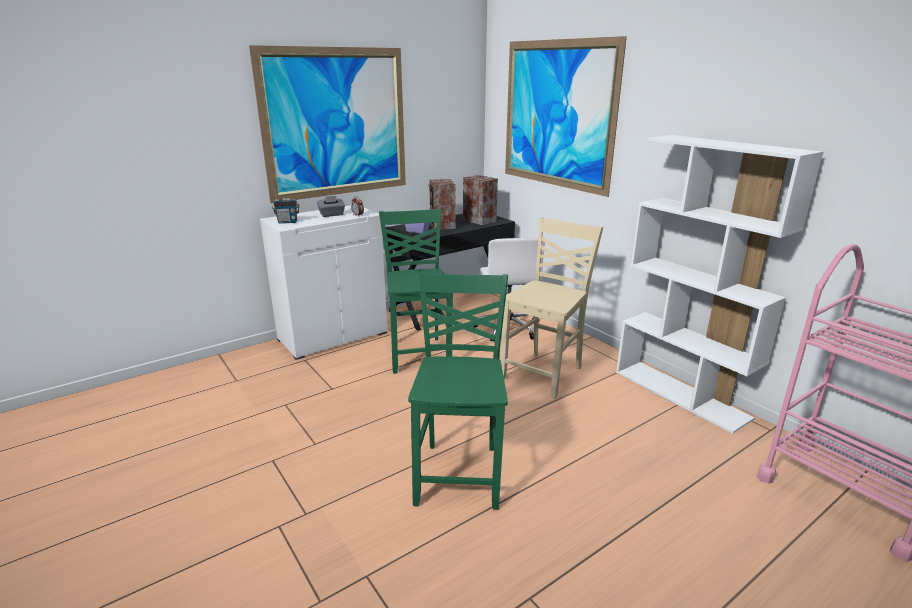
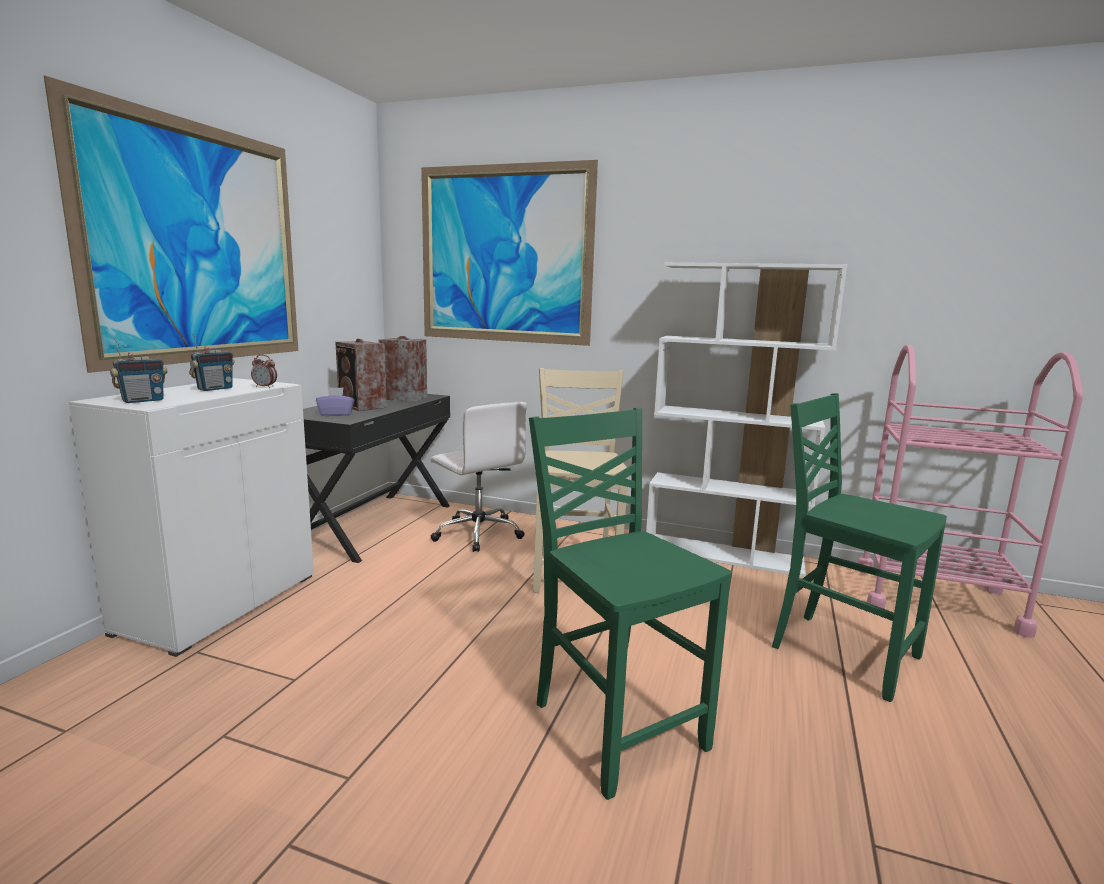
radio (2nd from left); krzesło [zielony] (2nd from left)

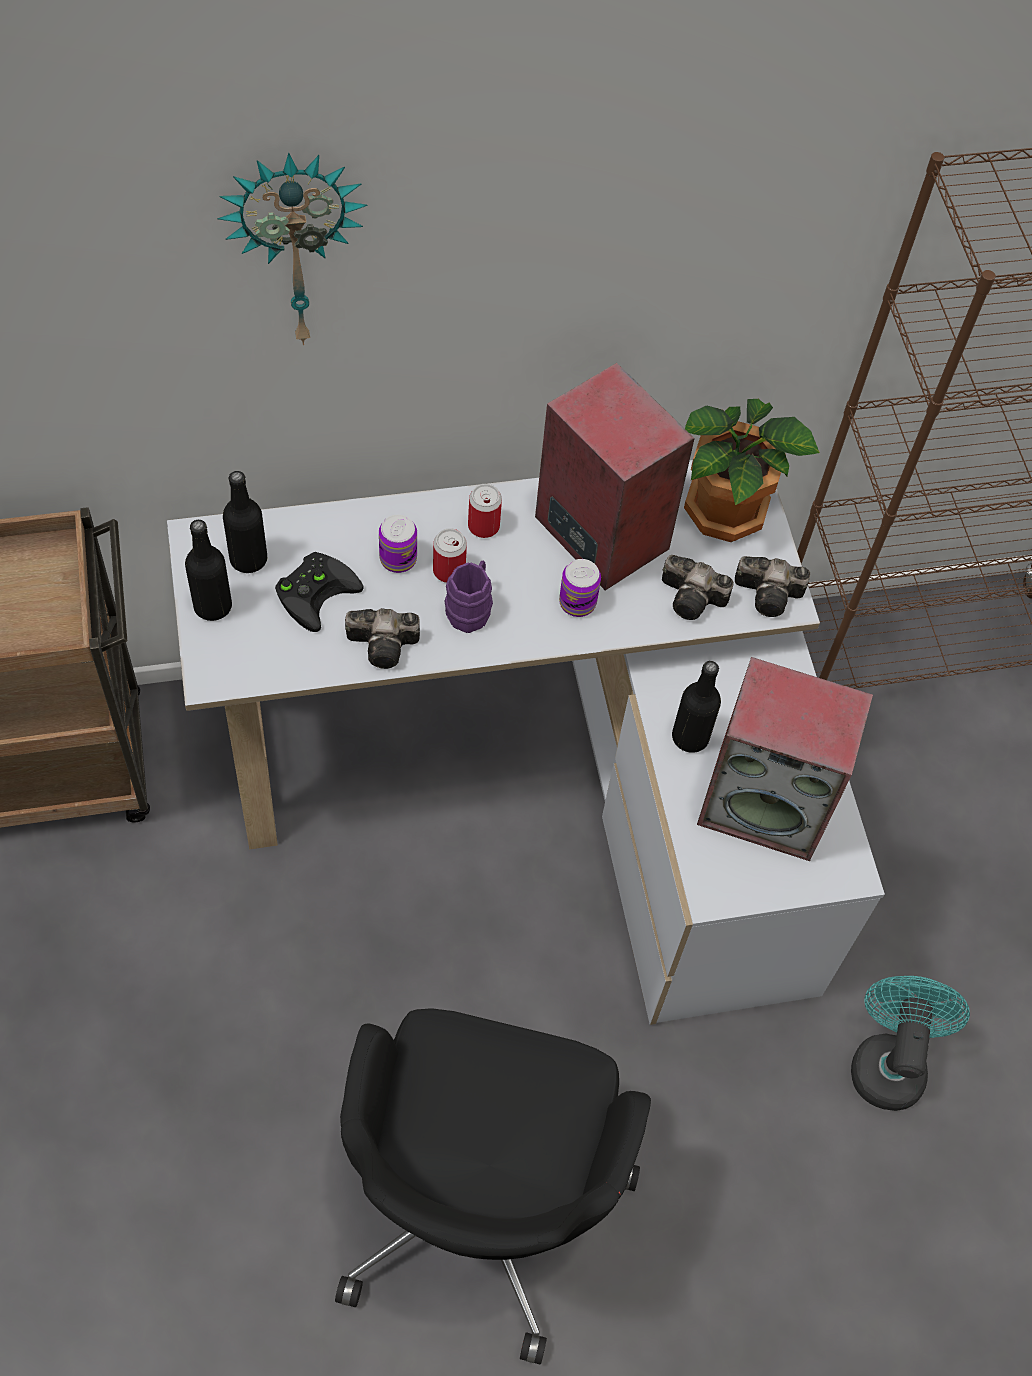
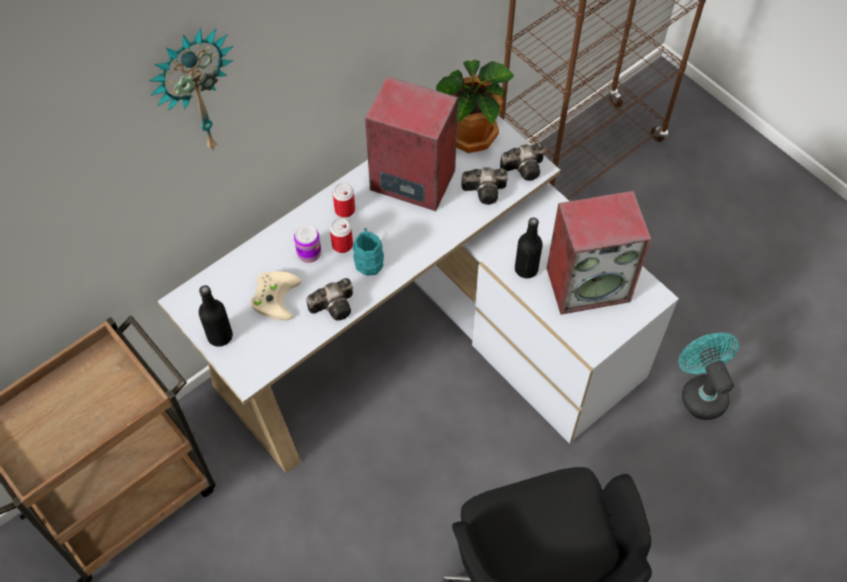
butelka [czarny] (2nd from left in the first image); pad do gier [beżowy]; kubek [turkusowy]; puszka (4th from left in the first image)

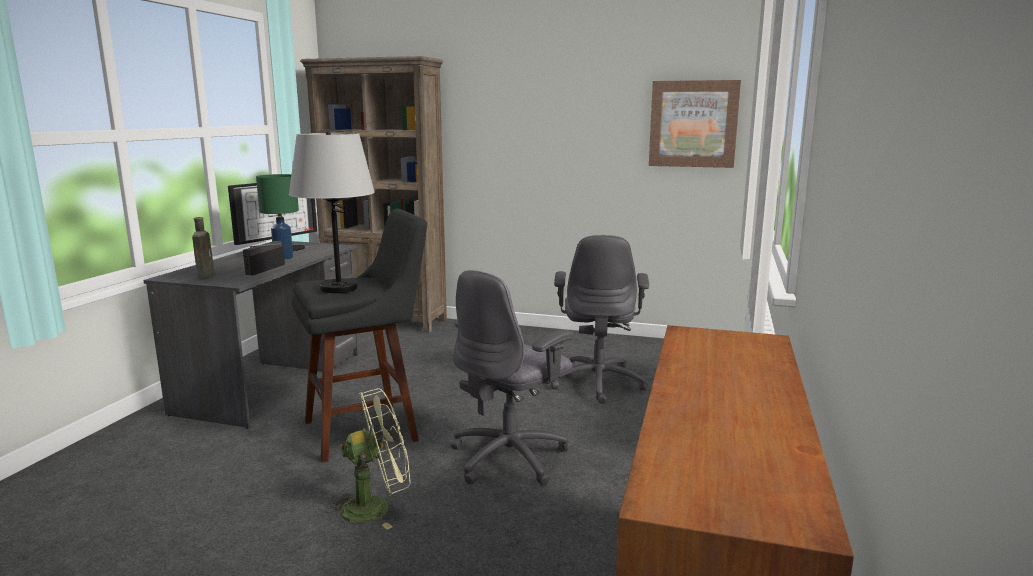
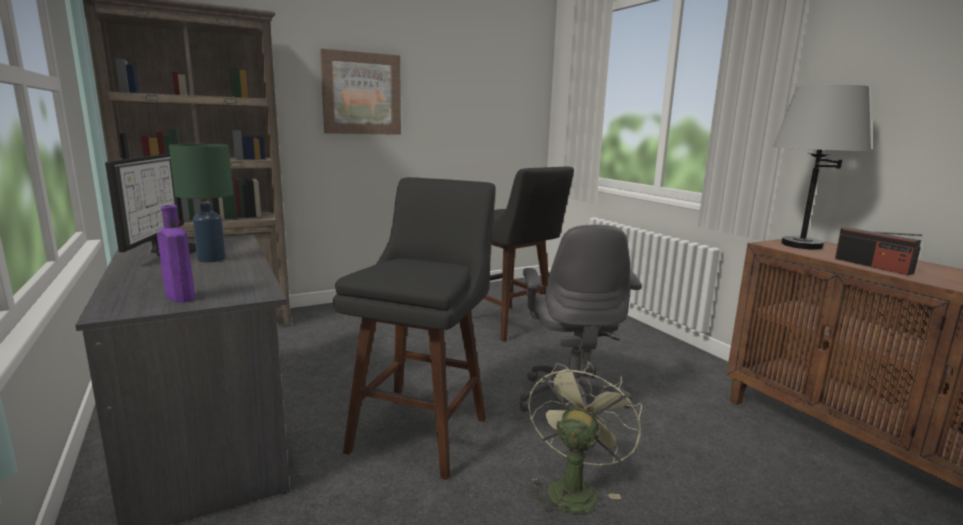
butelka [fioletowy]; radio; lampa stołowa [szary]; stołek [czarny] (2nd from left); obraz

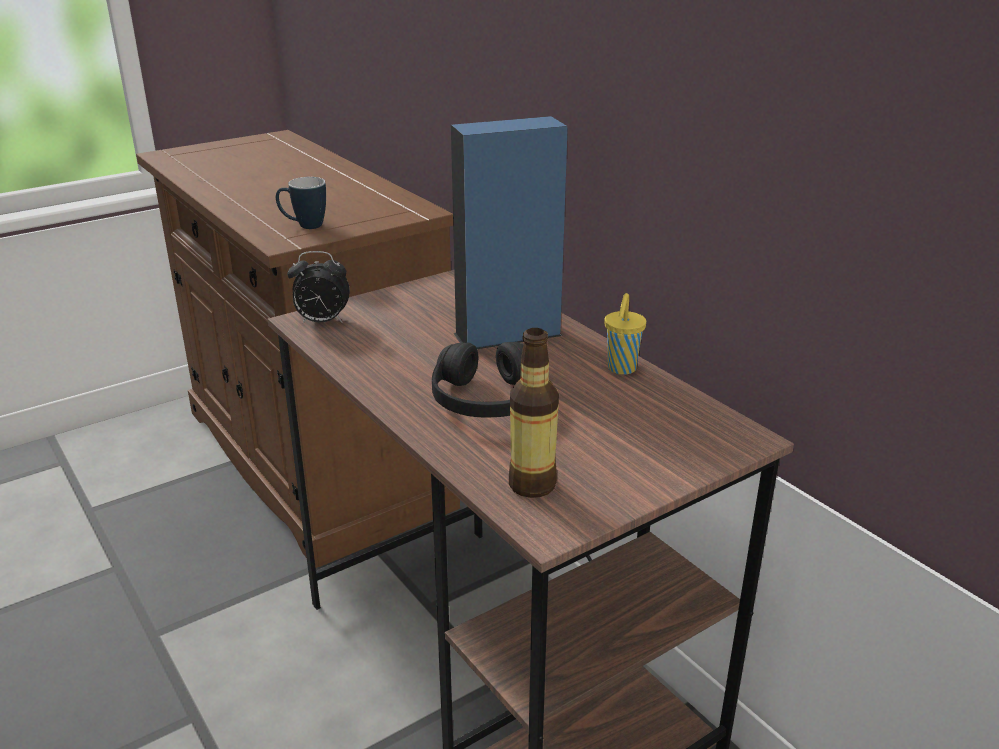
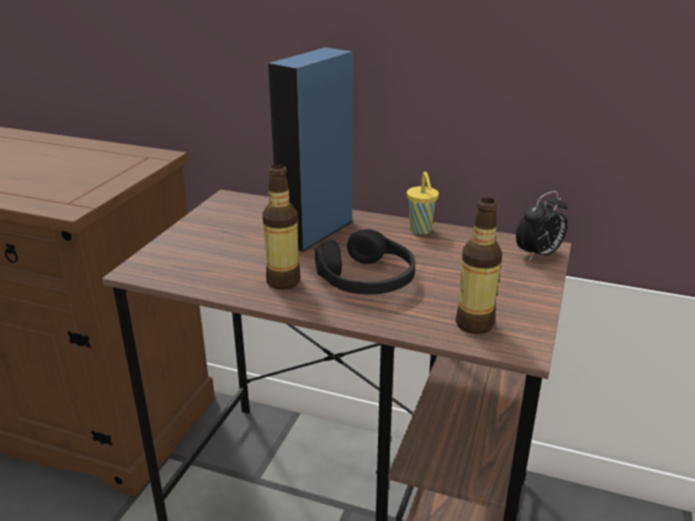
kubek; budzik; butelka (1st from left)

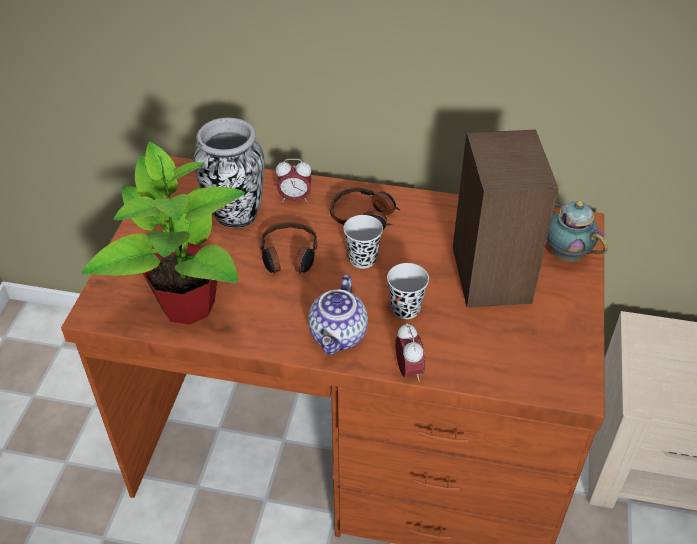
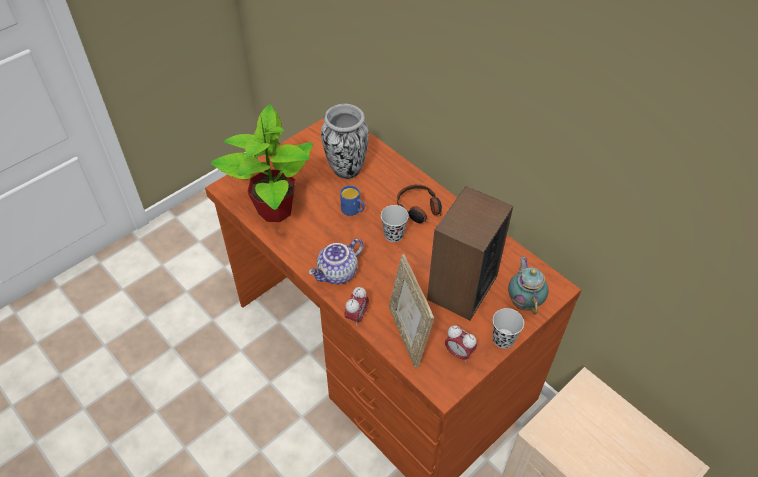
kubek [niebieski]; budzik (2nd from left); filiżanka [czarny] (2nd from left); ramka na zdjęcie

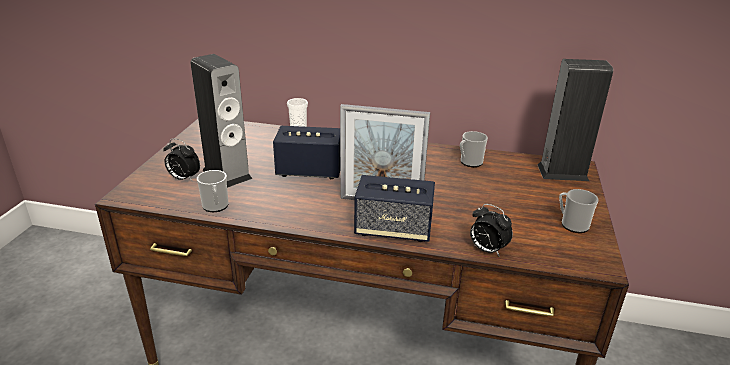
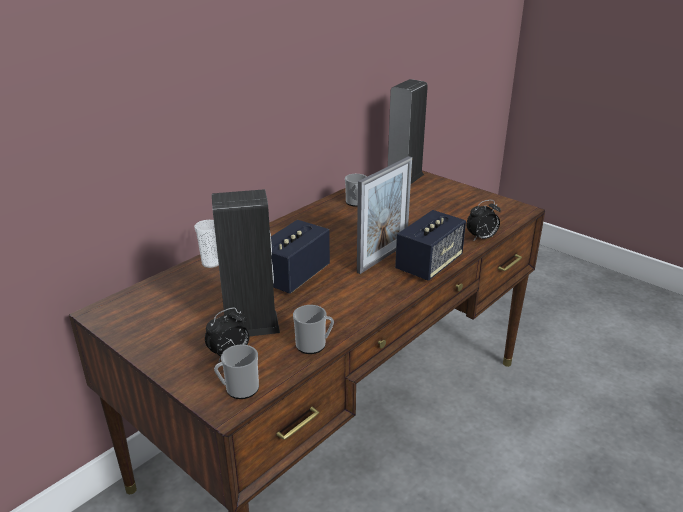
kubek (1st from left)

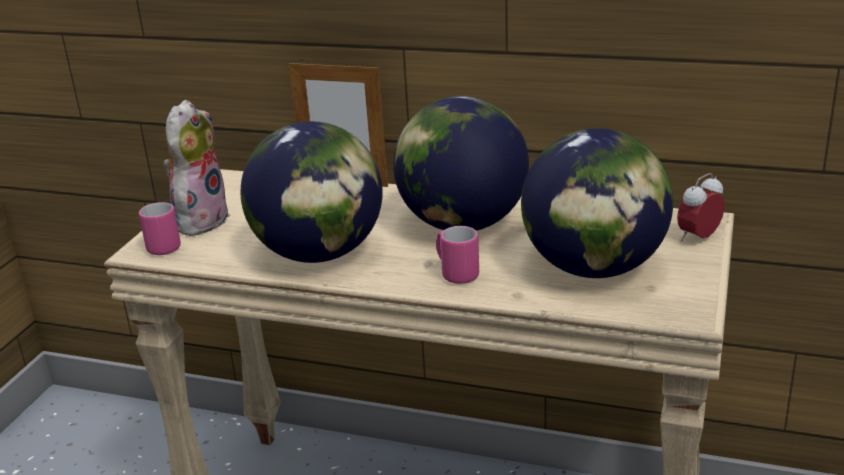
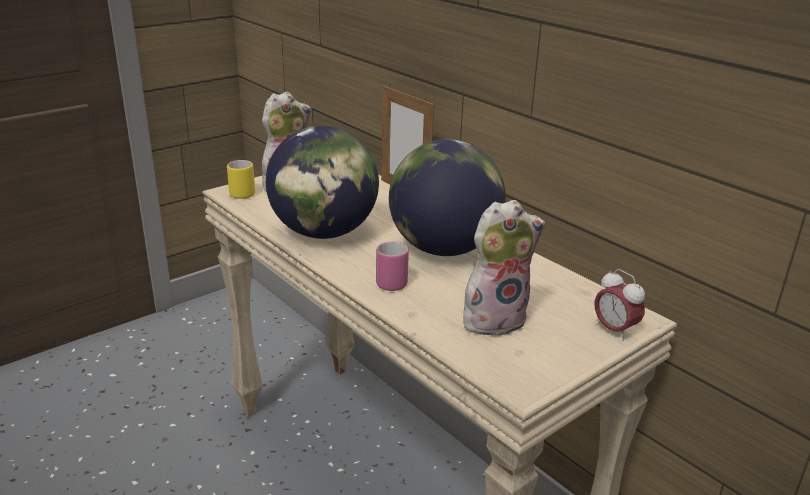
kubek [żółty]; pluszak (2nd from left); budzik

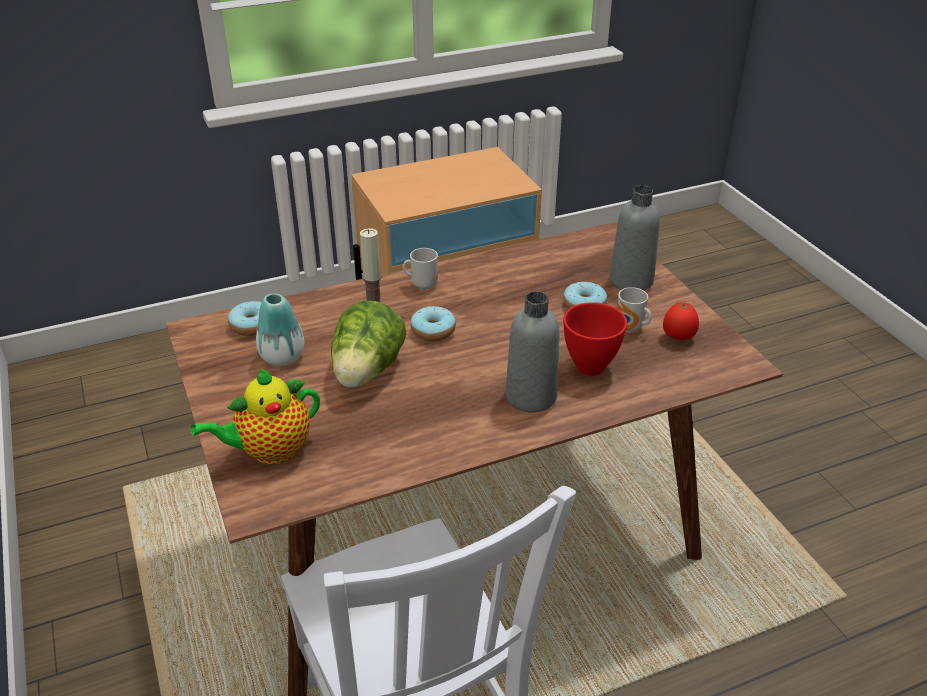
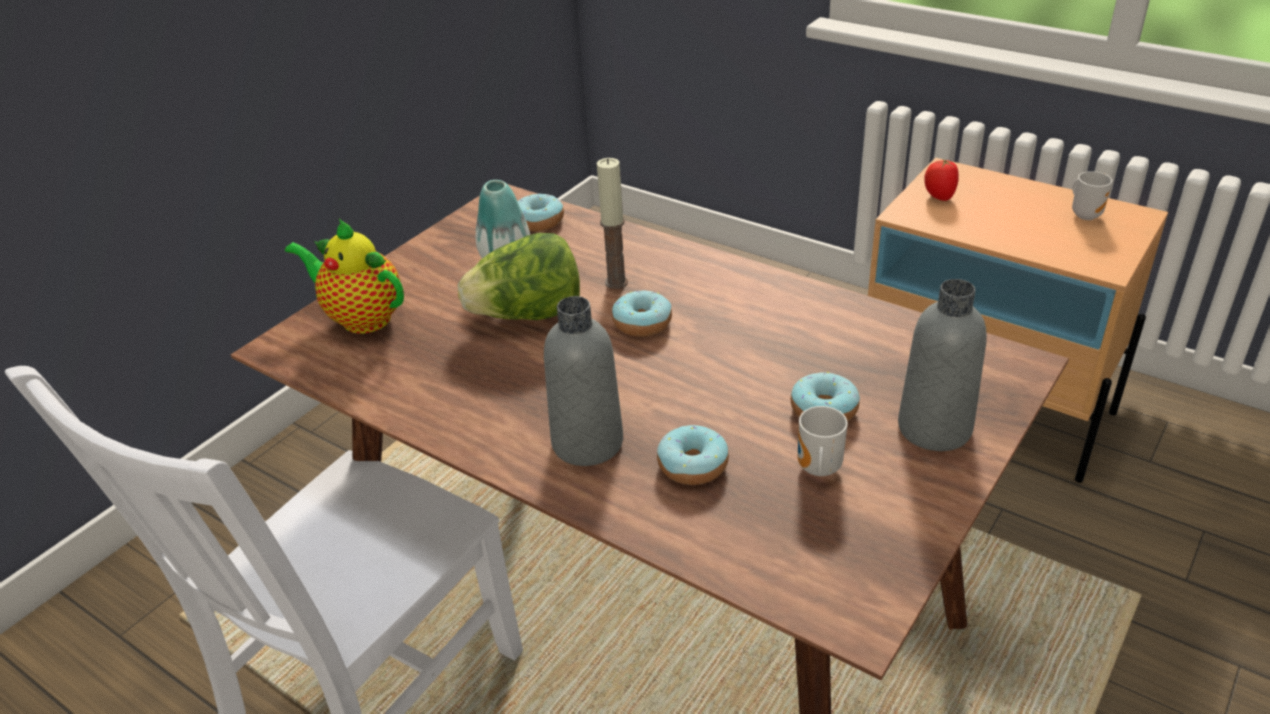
kubek (2nd from left); donut (3rd from left); pomidor

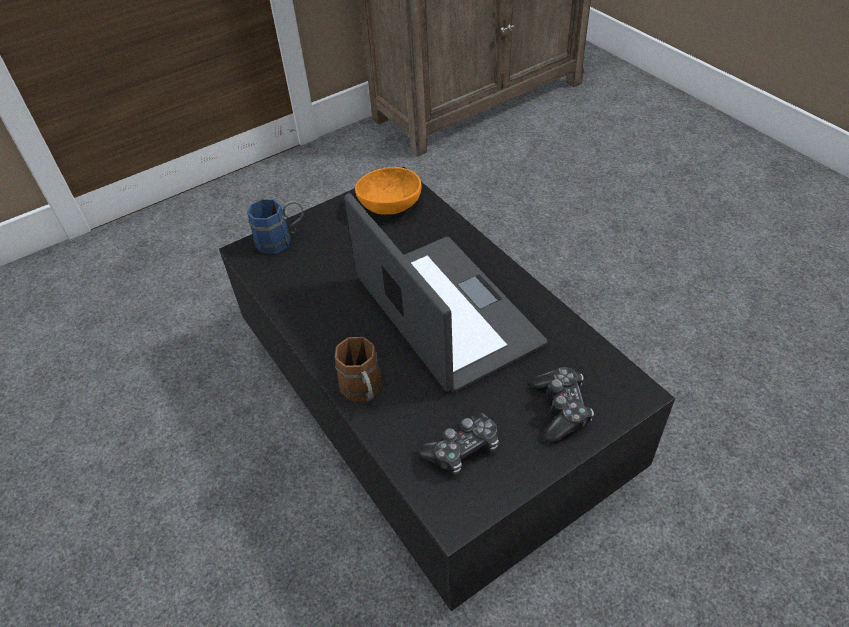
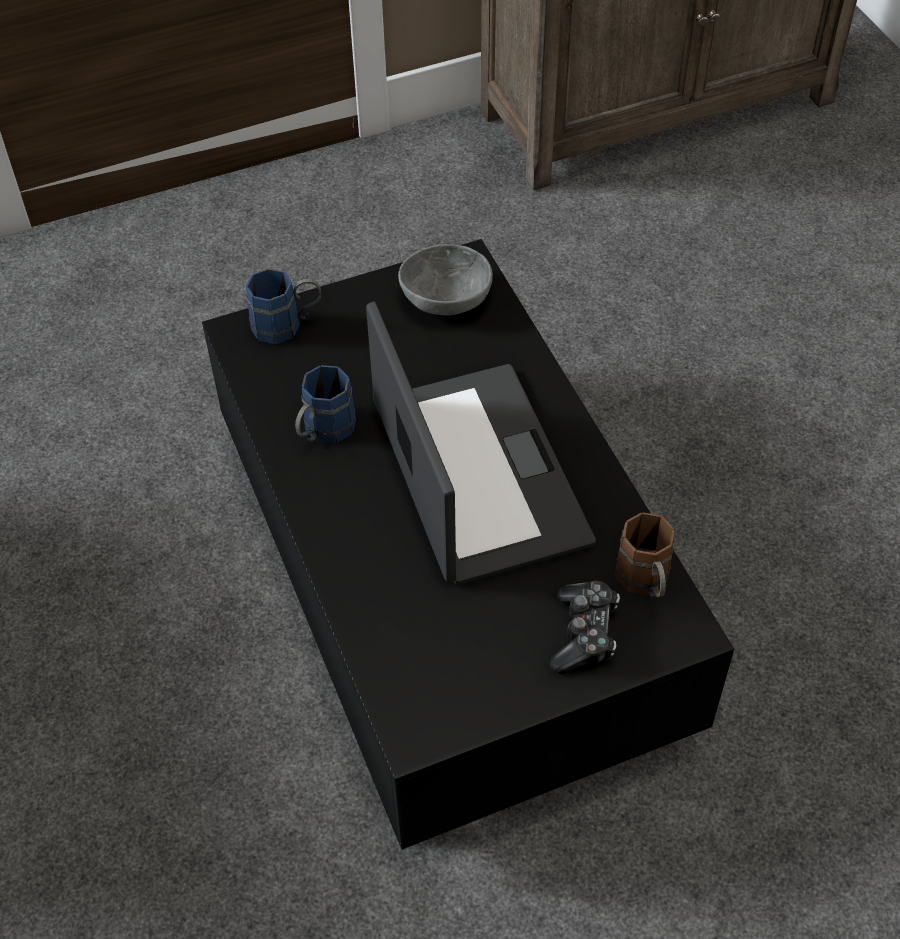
kubek [brązowy]; miska [szary]; pad do gier (1st from left in the first image); kubek [niebieski] (2nd from left)

